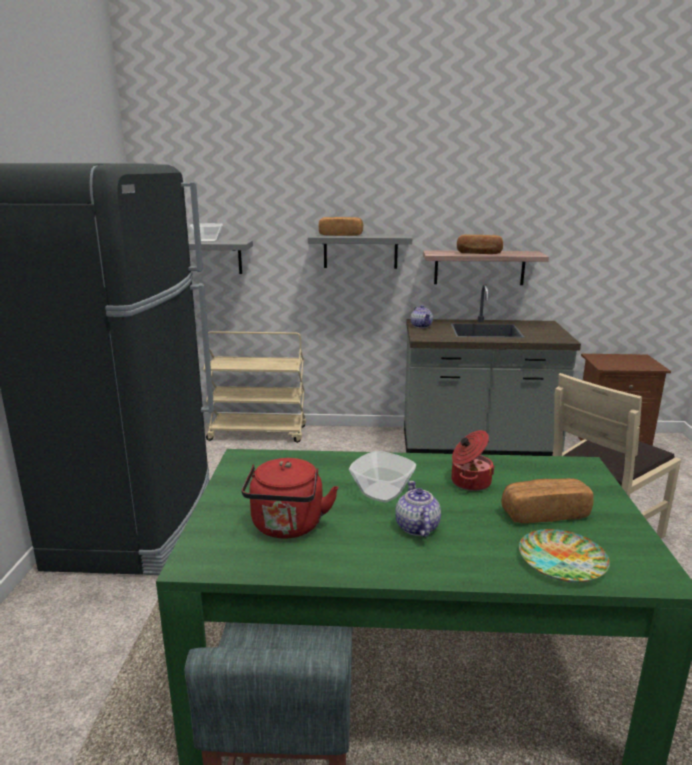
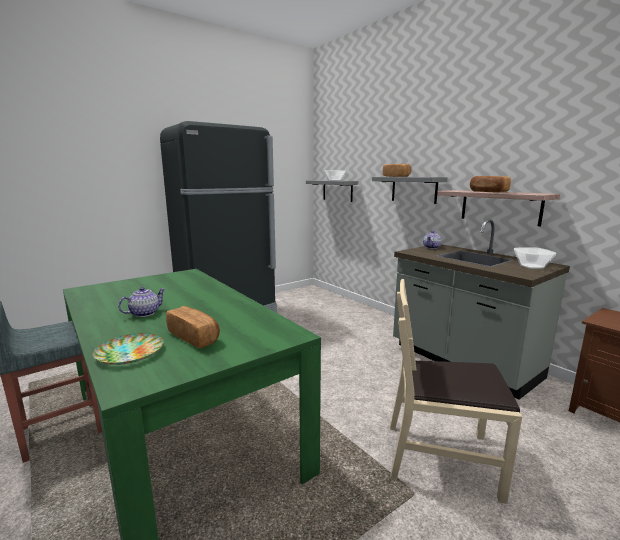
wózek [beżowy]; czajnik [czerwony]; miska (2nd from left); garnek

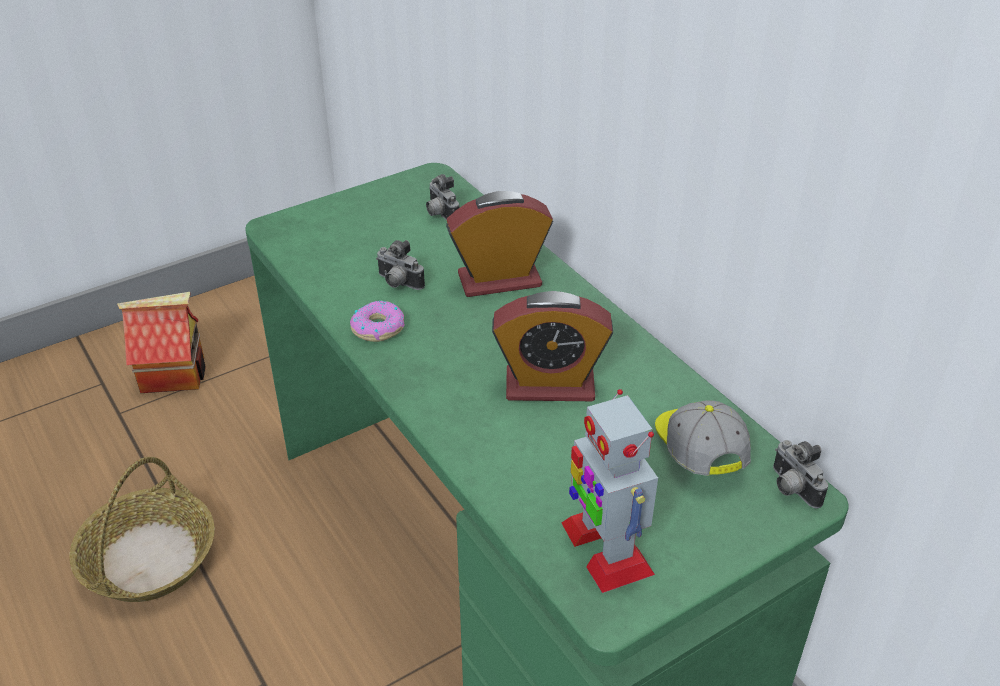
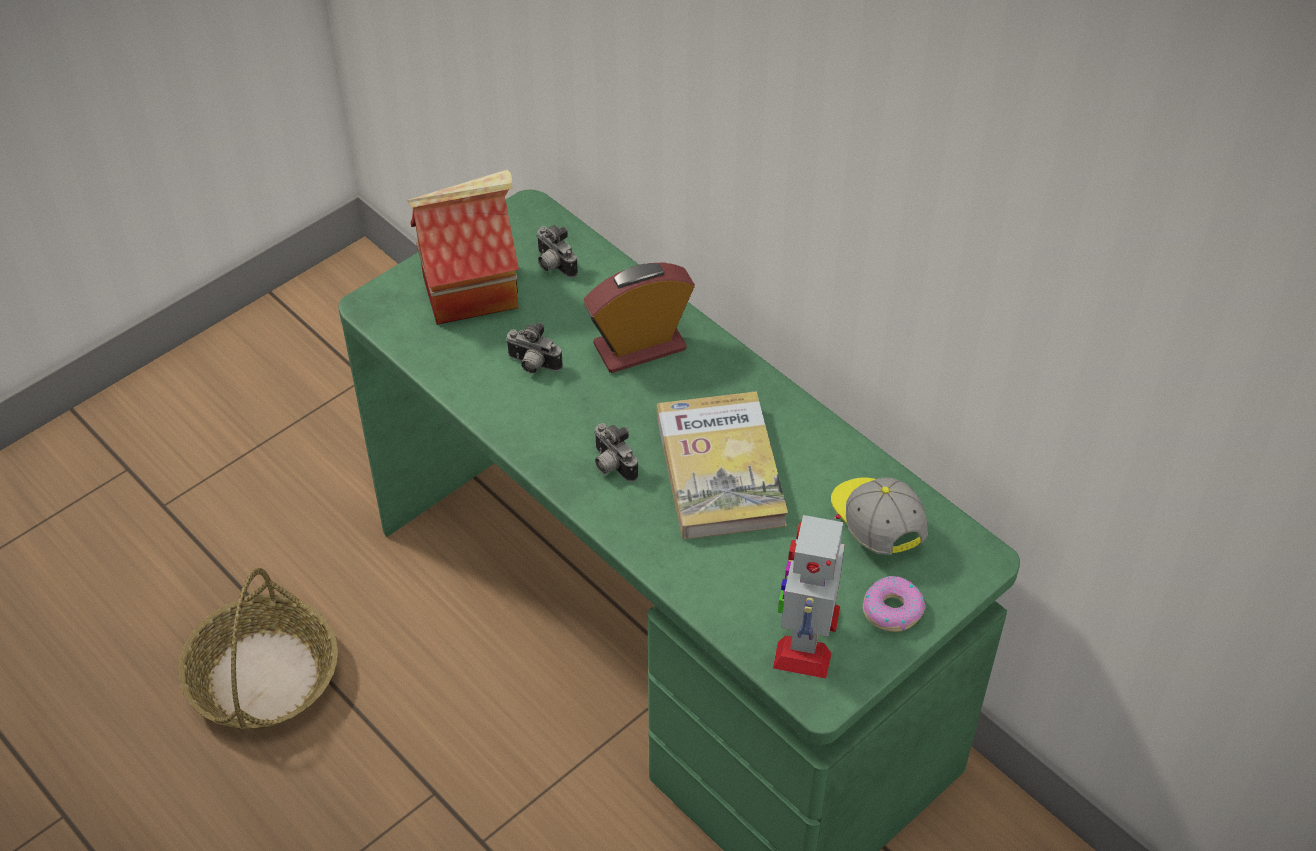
domek; donut; książka; robot zabawkowy; aparat fotograficzny (3rd from left)

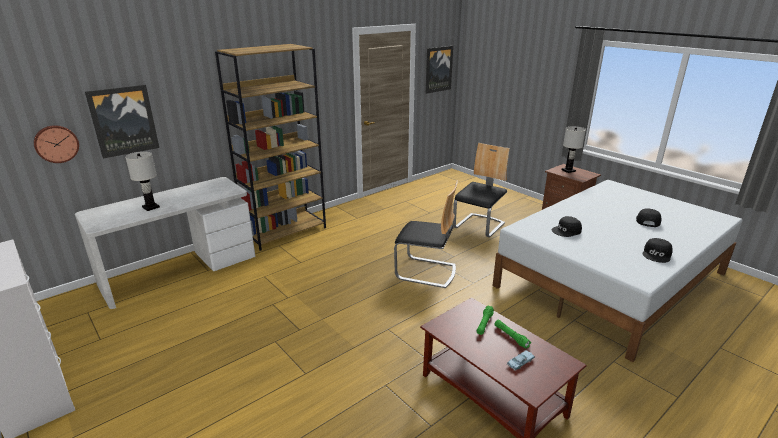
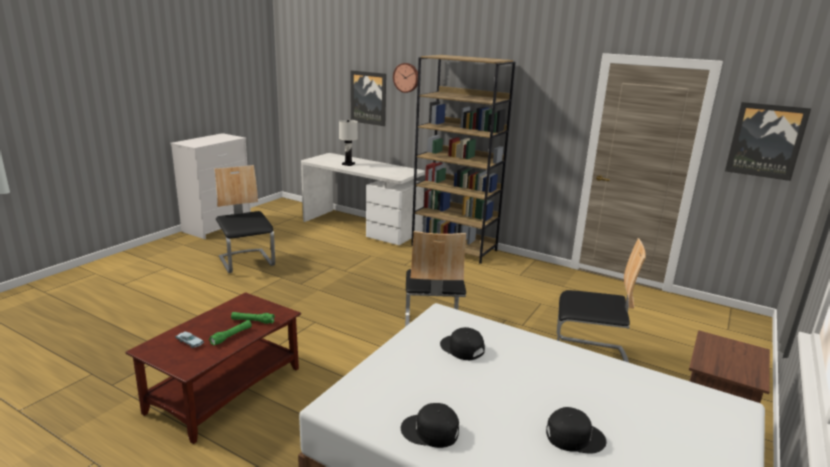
zegar ścienny; lampa stołowa [biały] (2nd from left in the first image); krzesło (1st from left)

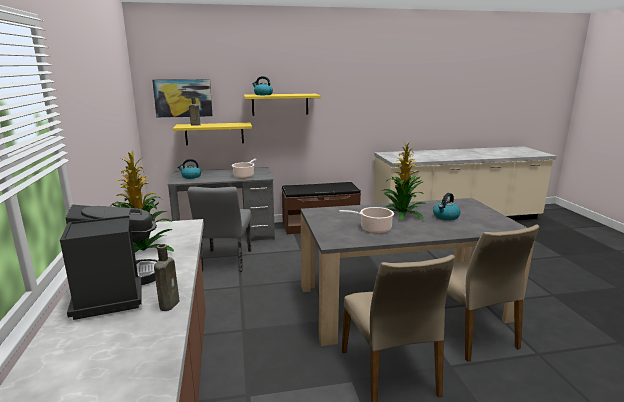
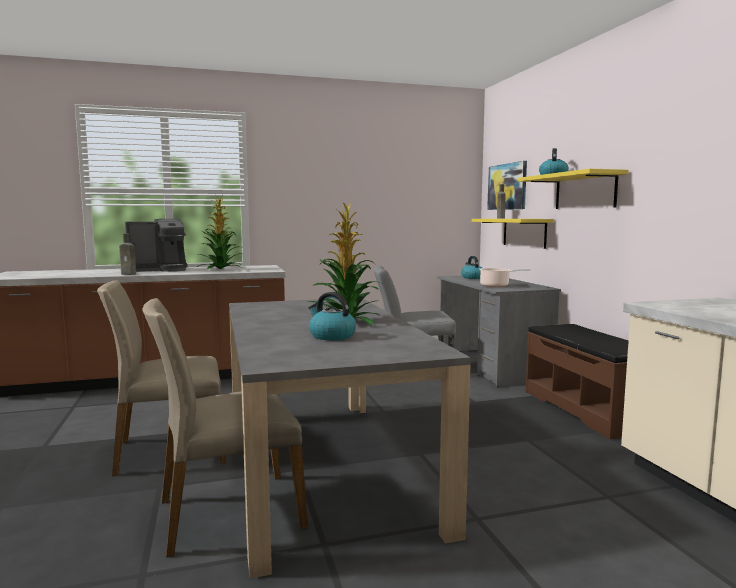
garnek (2nd from left in the first image)

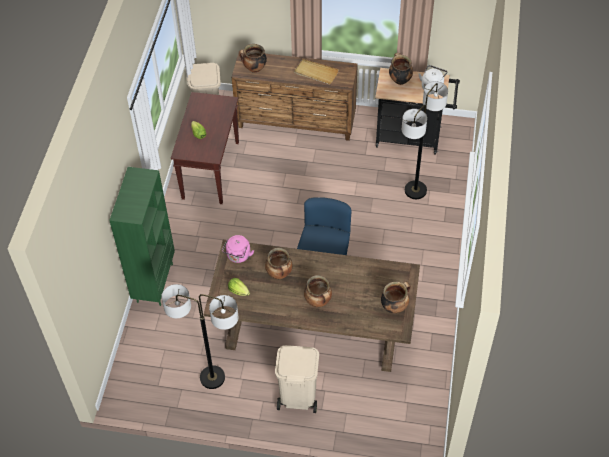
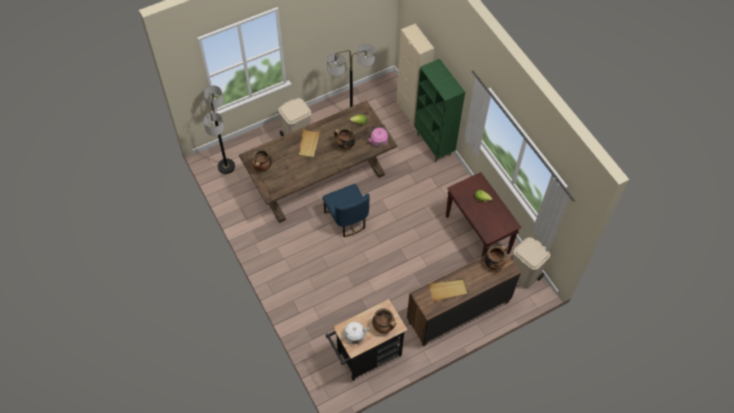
taca [beżowy] (1st from left); lampa stojąca (1st from left); szafka [beżowy]

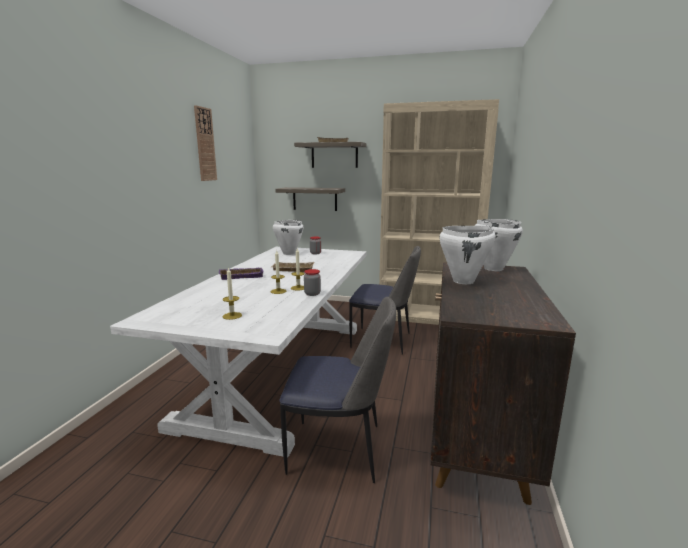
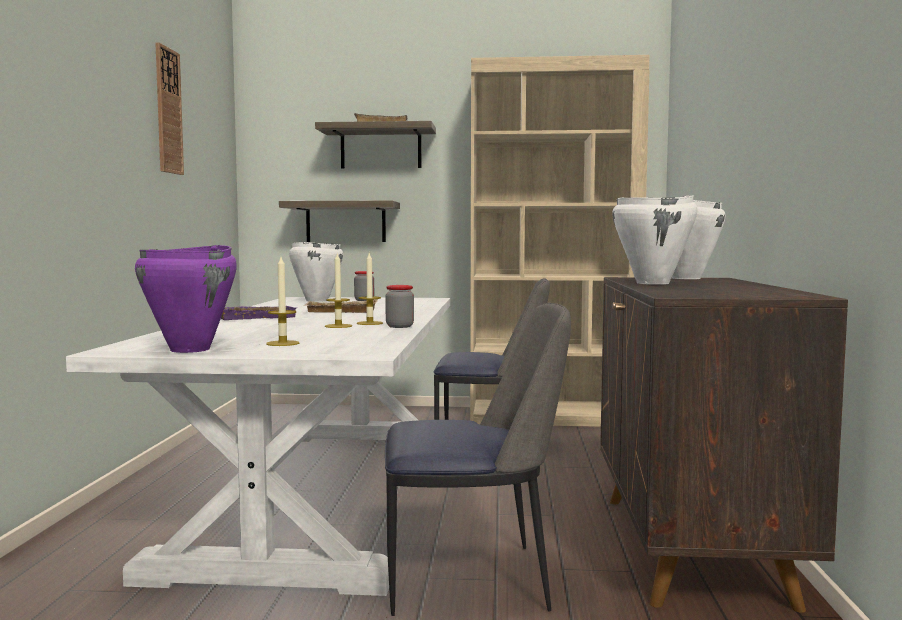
garnek [fioletowy]

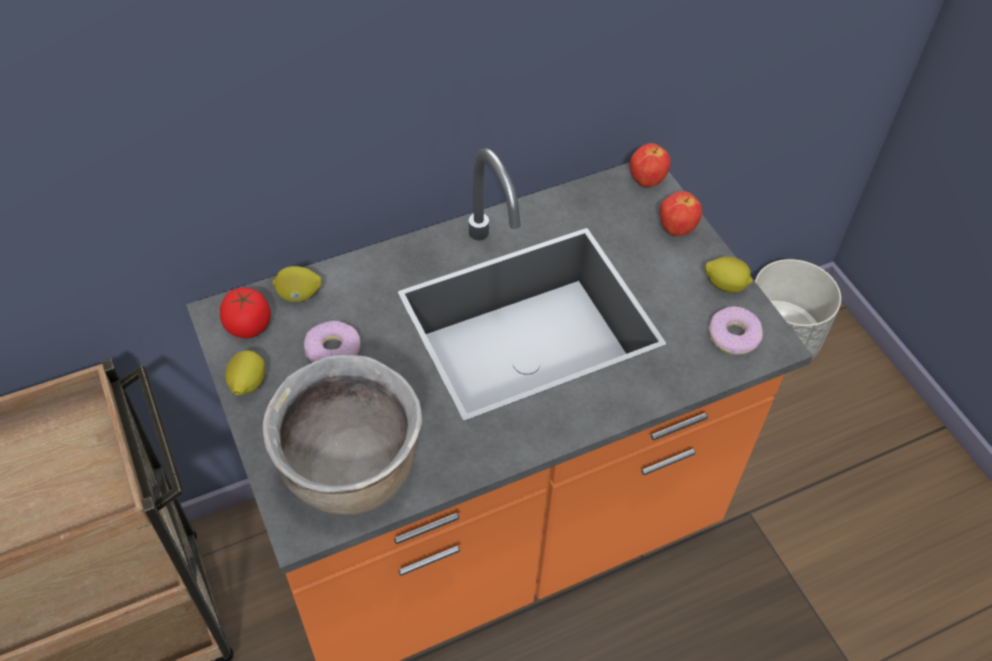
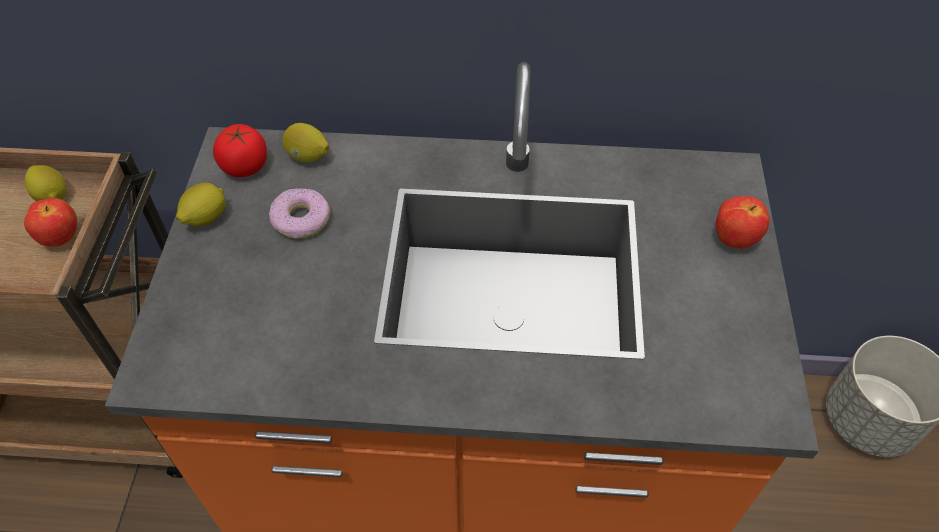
garnek [brązowy]; jabłko (1st from left); cytryna (1st from left); donut (2nd from left in the first image)

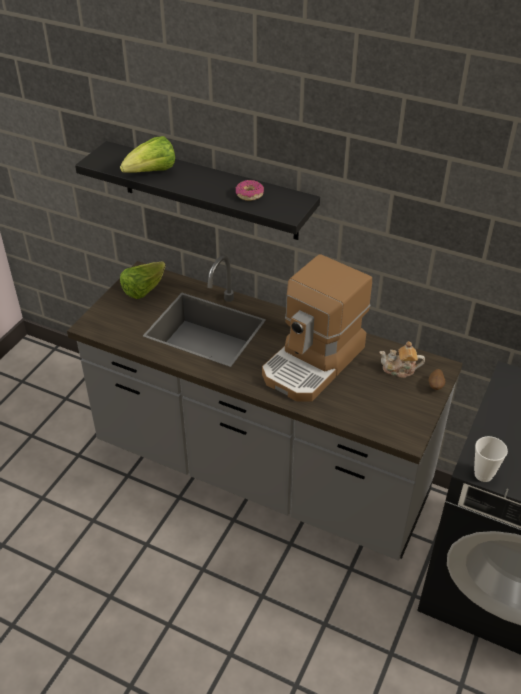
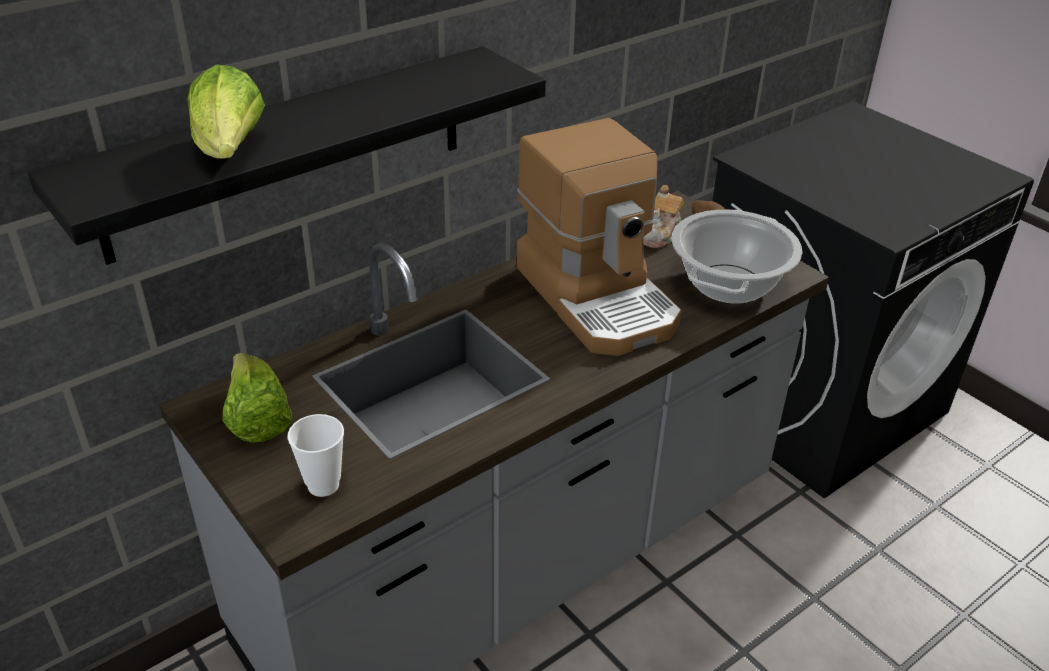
donut; filiżanka; garnek

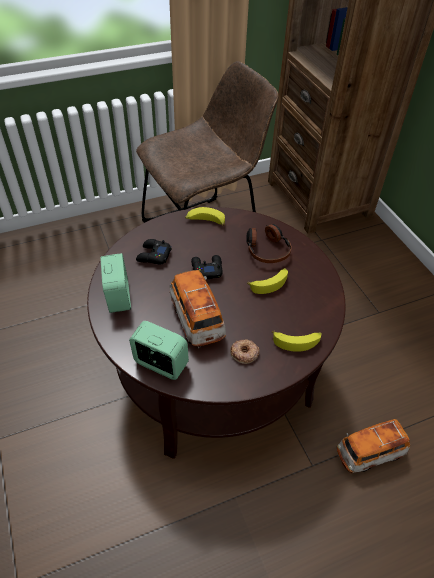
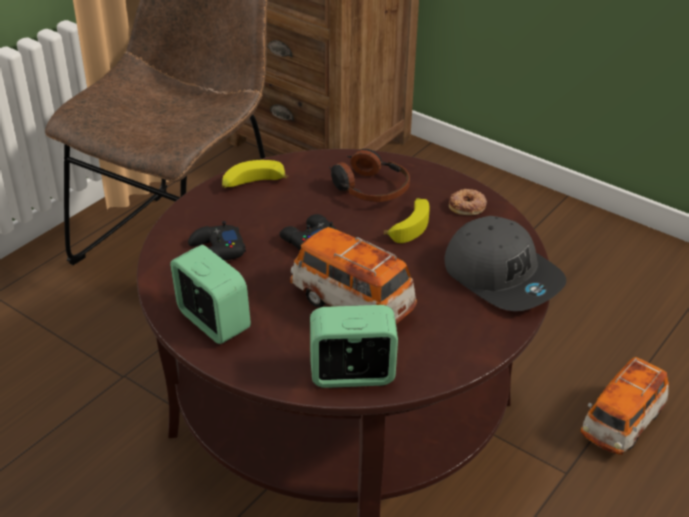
donut; czapka z daszkiem [szary]

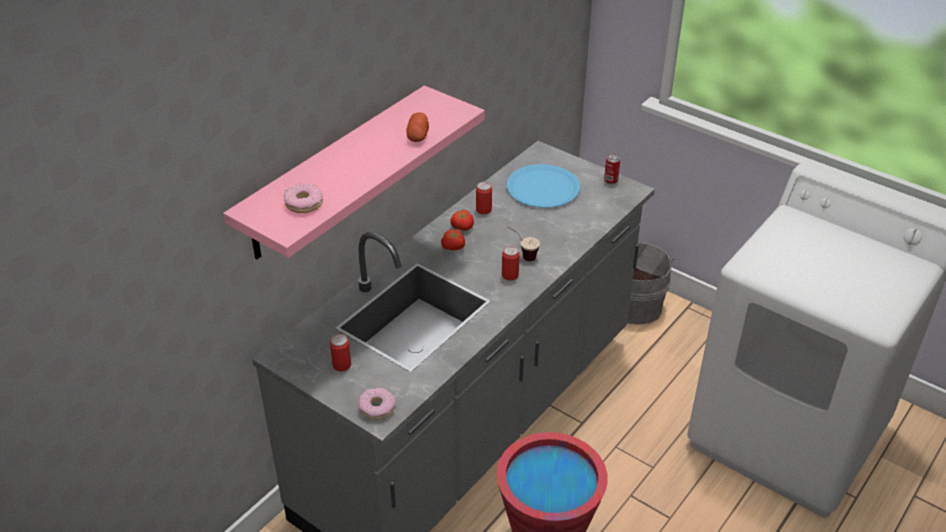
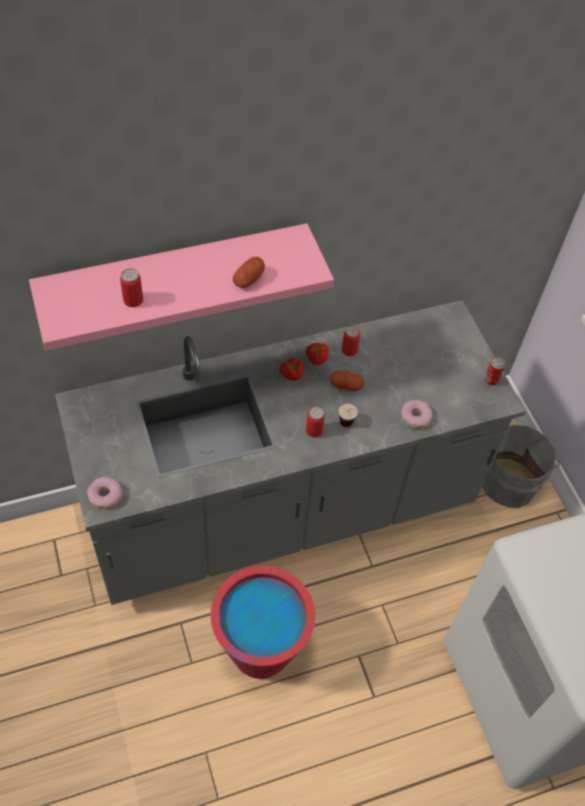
donut (2nd from left); puszka (1st from left); talerz [niebieski]; ziemniak (2nd from left)

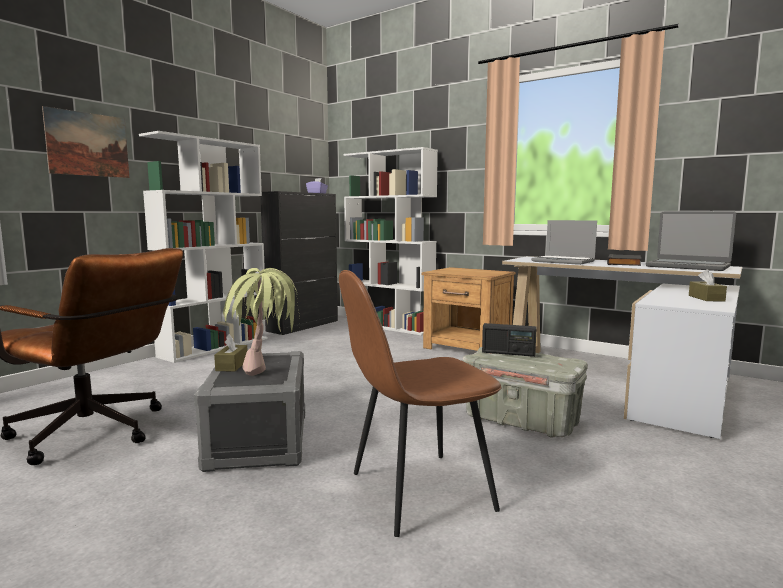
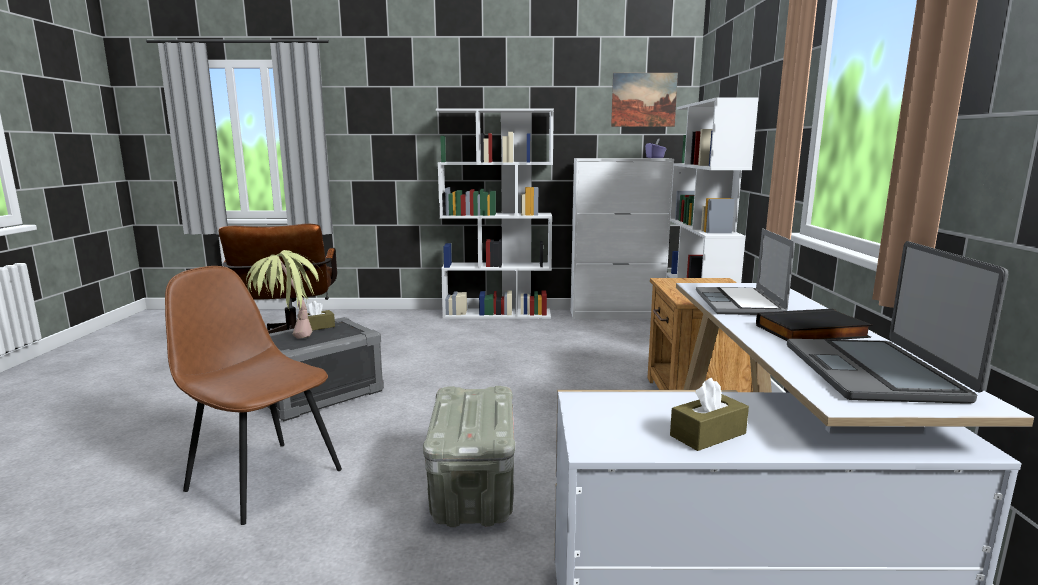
obraz; szafka [biały]; radio

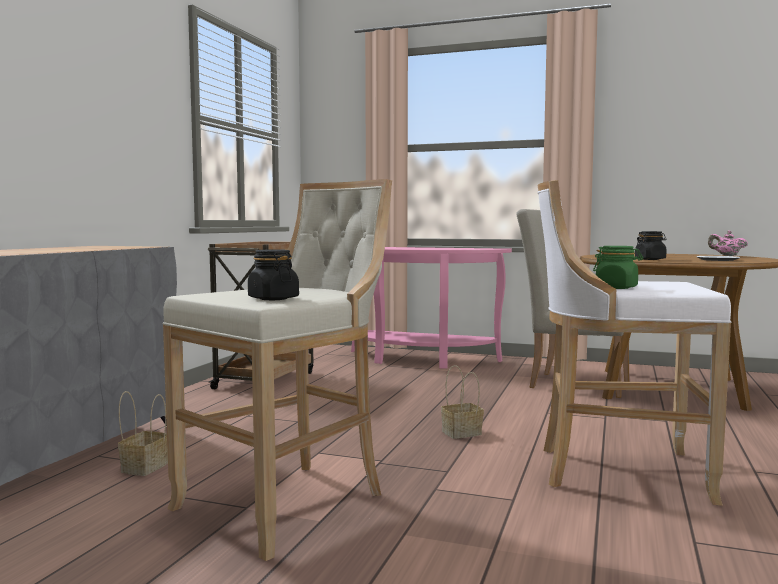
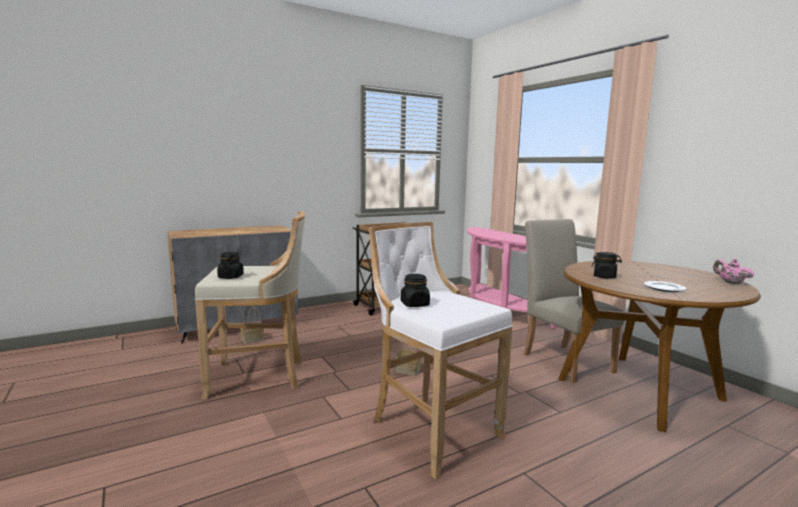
słoik [czarny] (2nd from left)

